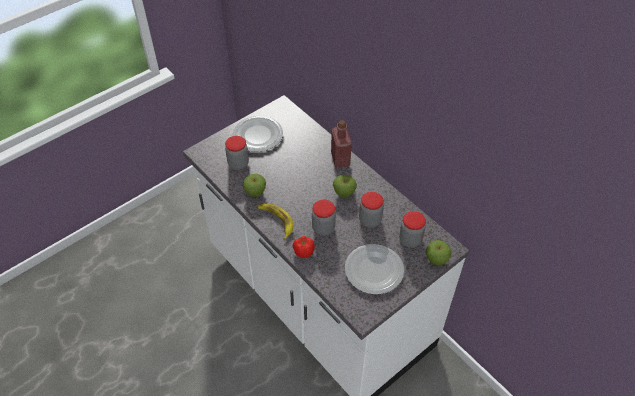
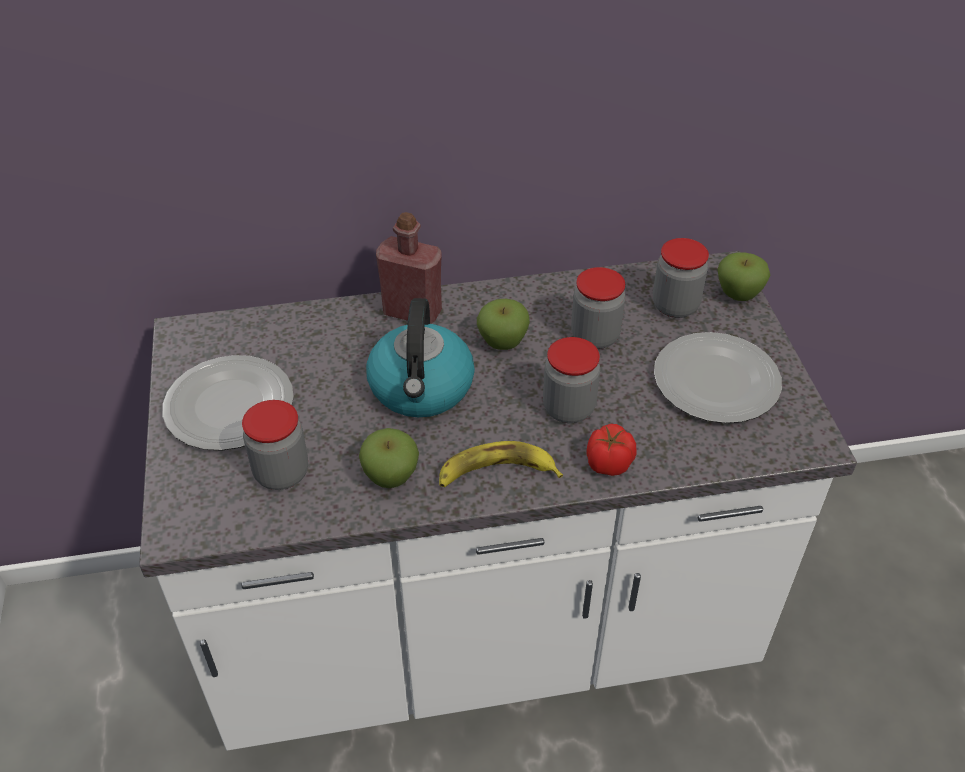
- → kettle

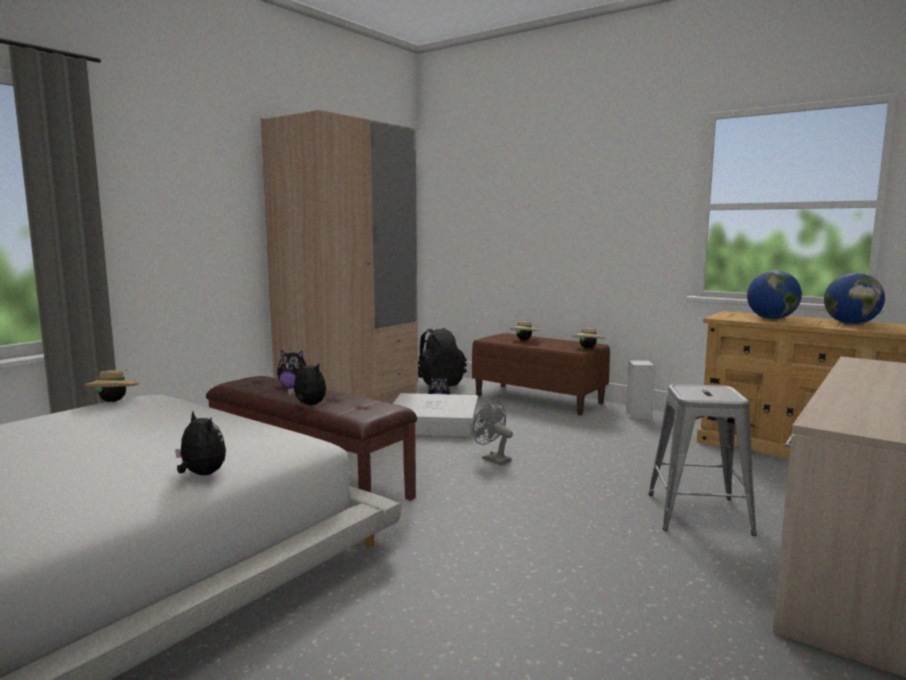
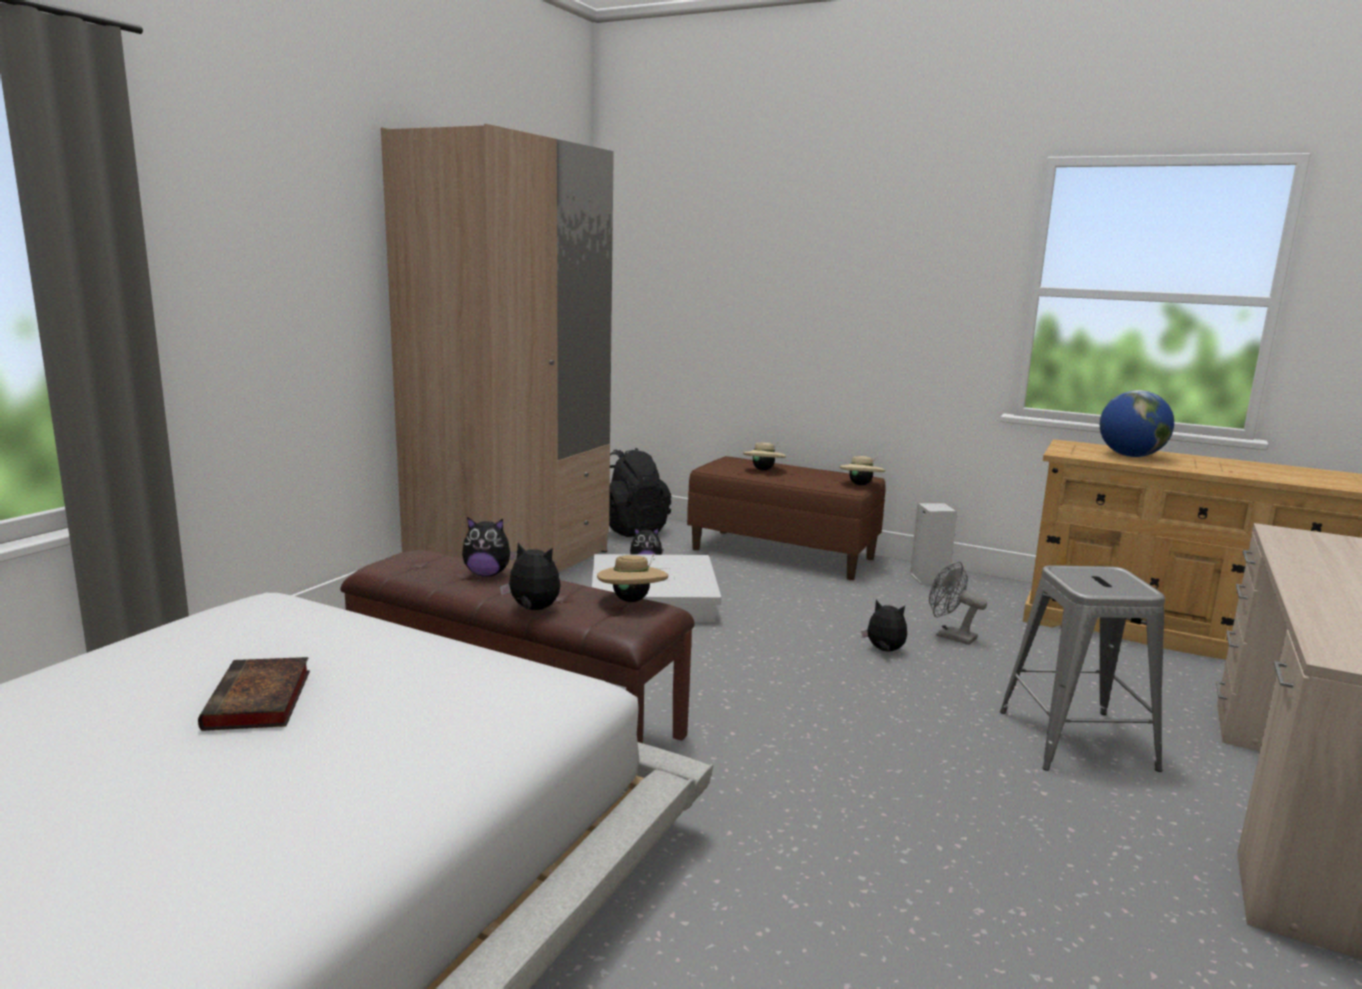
- → book
hat (beige) (no. 1 from left), relocated
plush toy (no. 1 from left in the first image) → plush toy (no. 4 from left), relocated
fan (grey), relocated
globe (no. 2 from left) → -

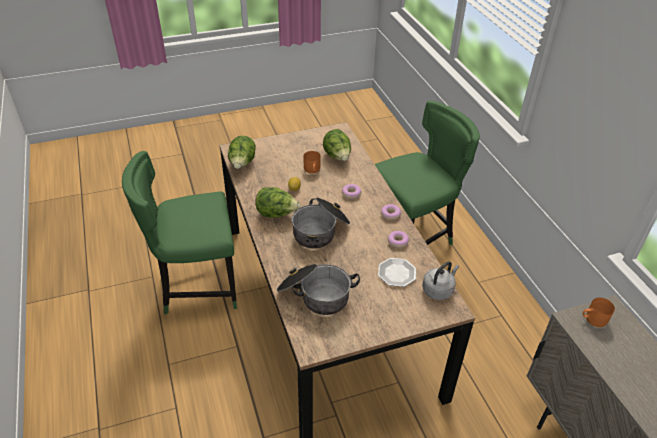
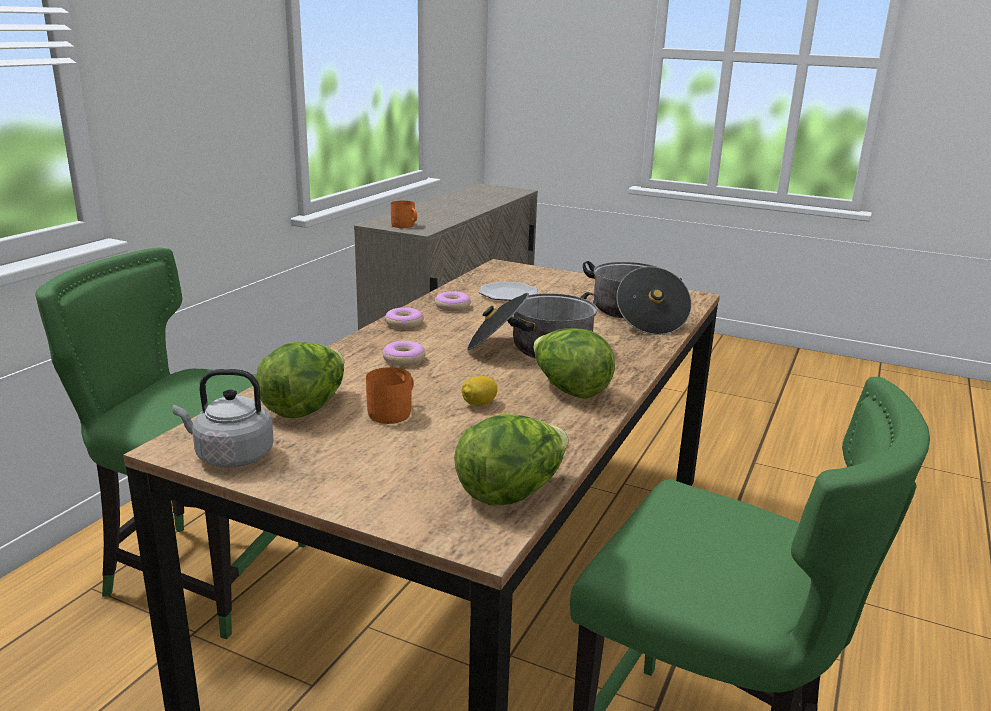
kettle (grey), relocated

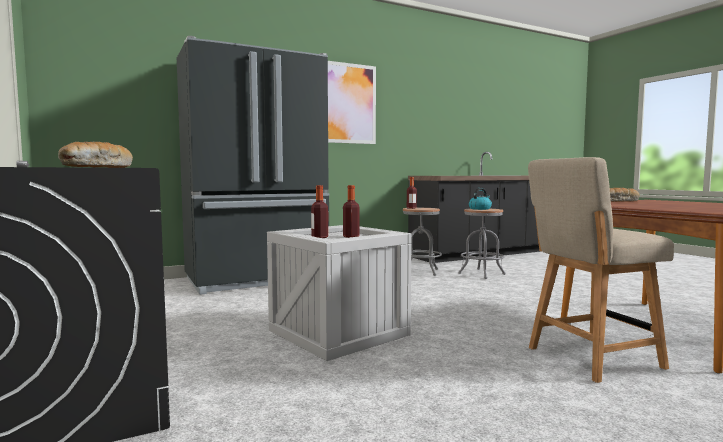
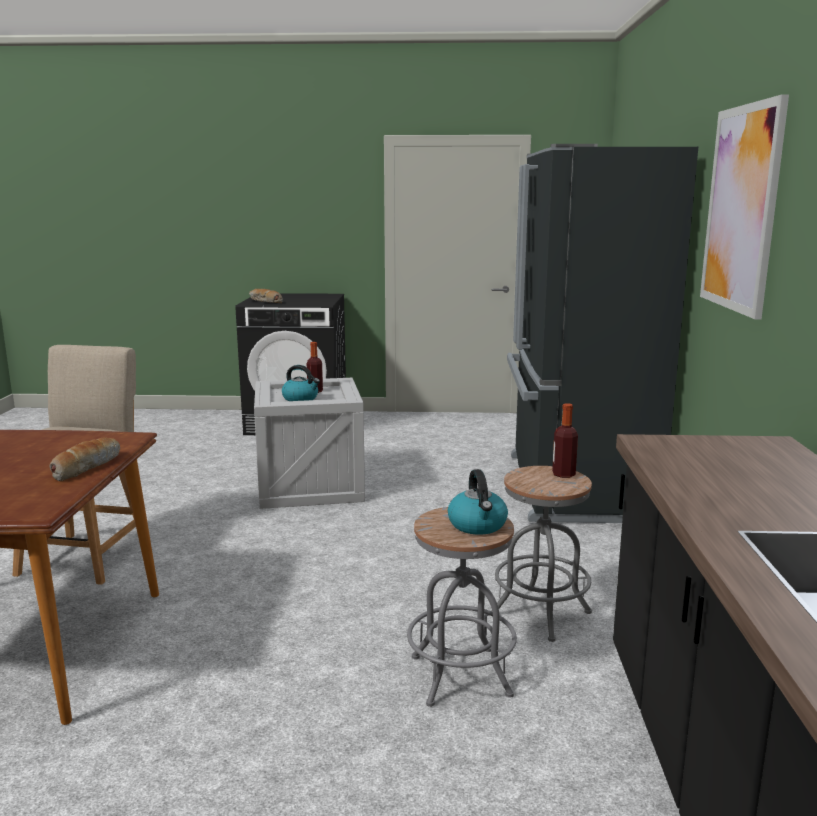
bottle (no. 2 from left) → kettle (no. 1 from left)

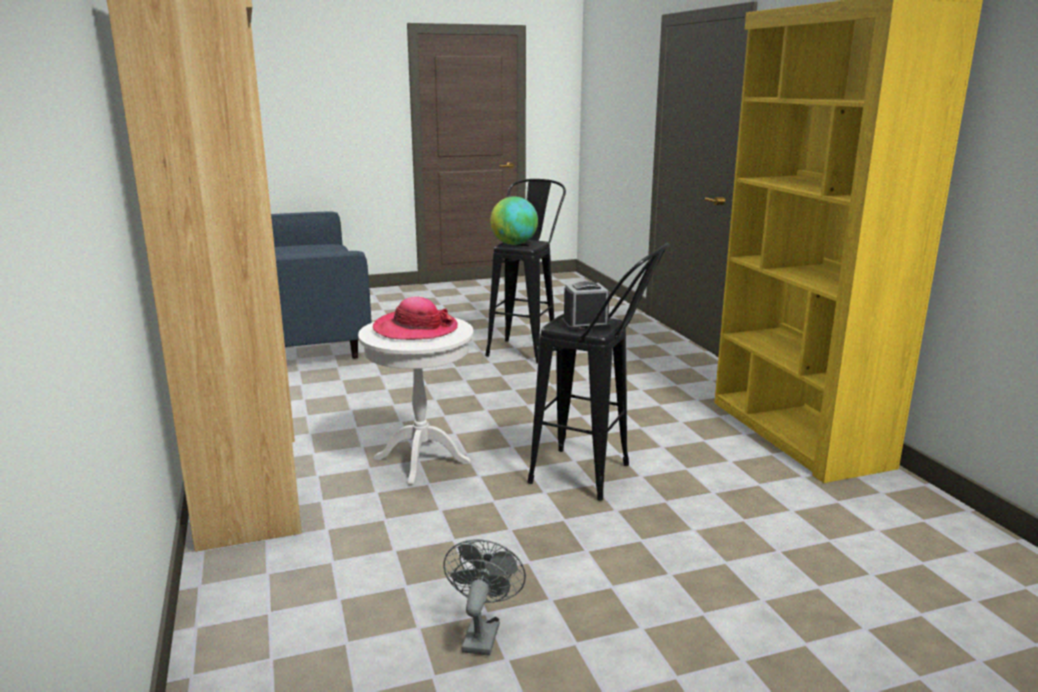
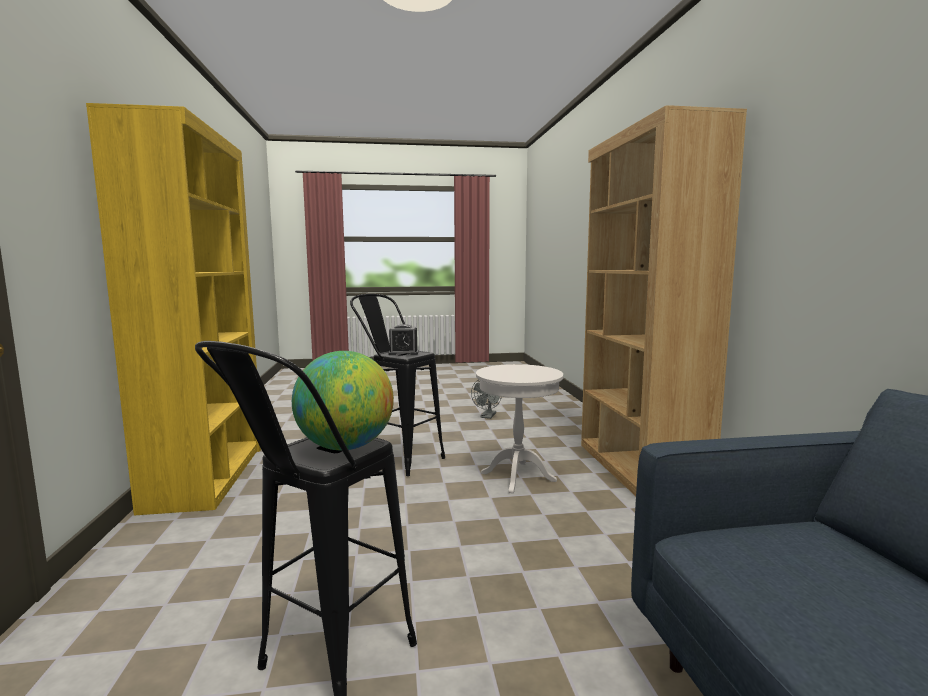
hat → -

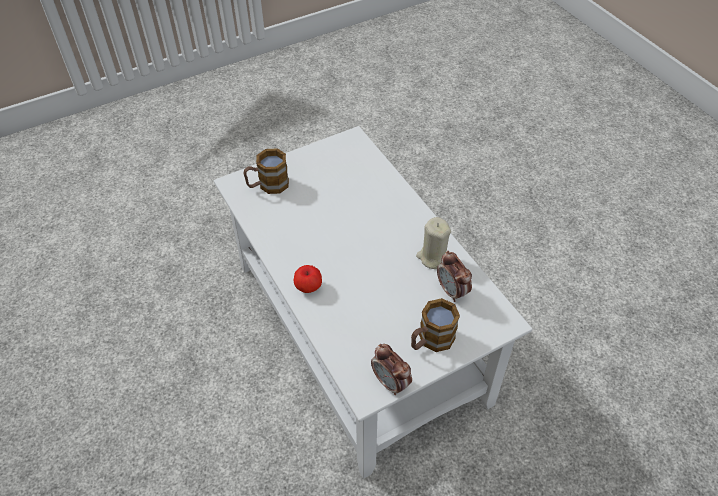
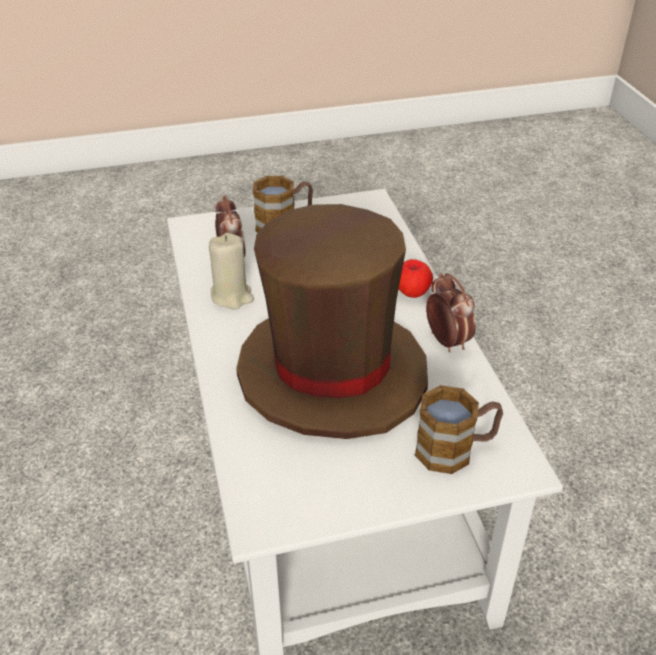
- → hat (brown)
alarm clock (no. 1 from left in the first image) → alarm clock (no. 2 from left), relocated

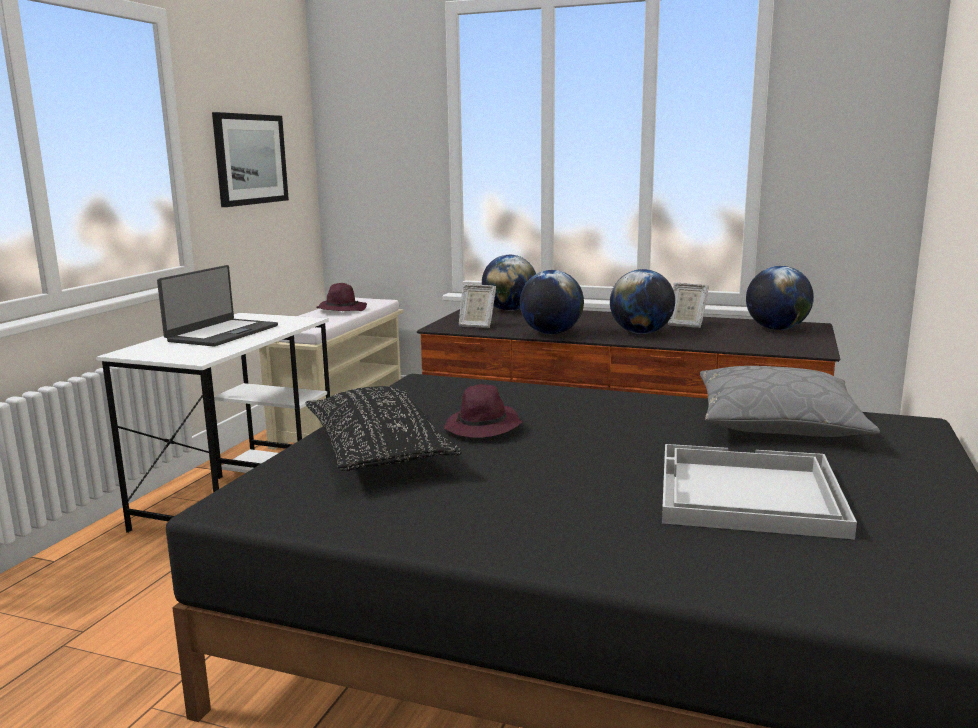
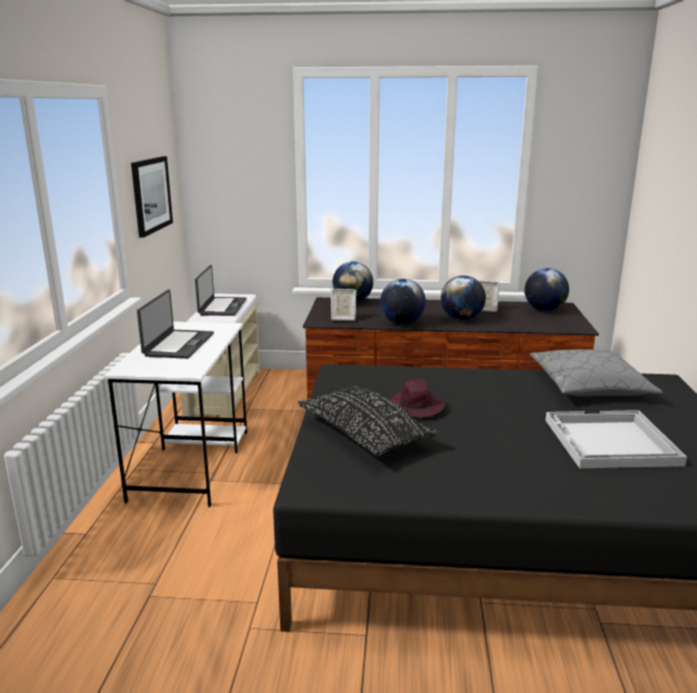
hat (purple) (no. 1 from left) → laptop (no. 2 from left)

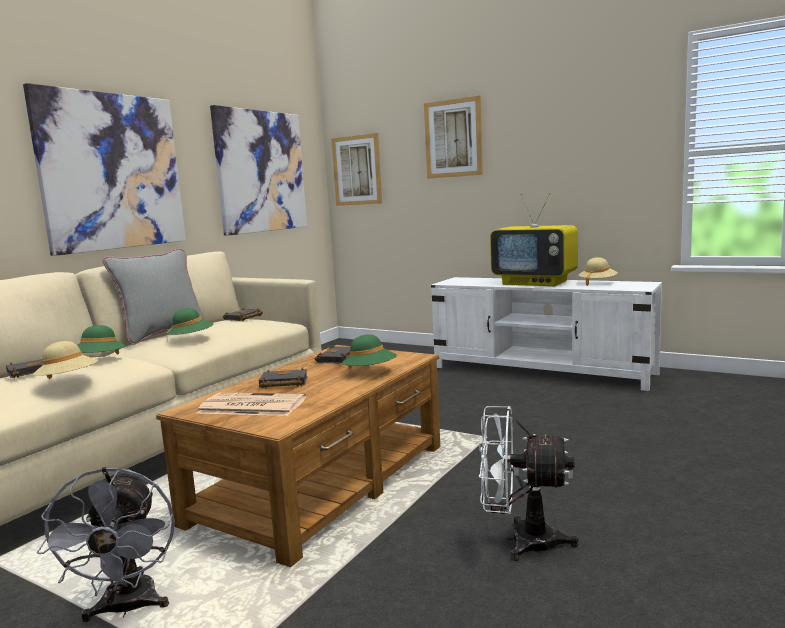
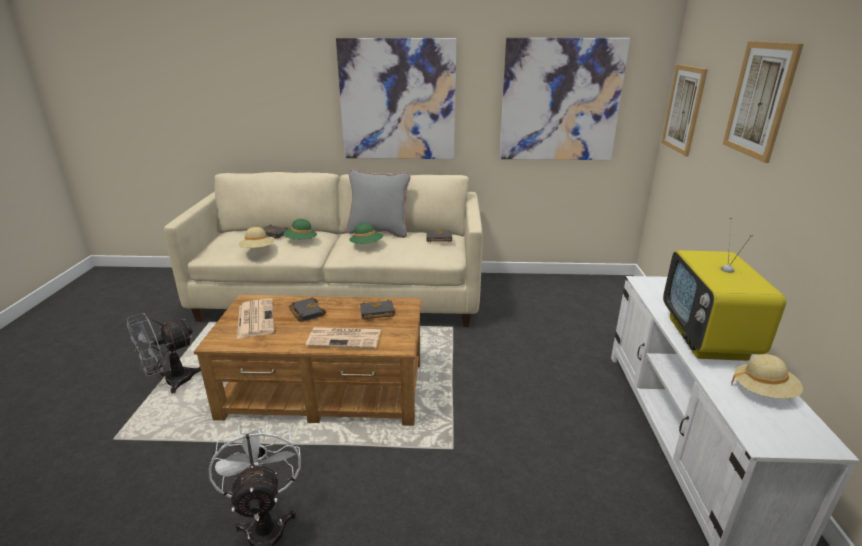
hat (green) (no. 3 from left) → newspaper (no. 2 from left)

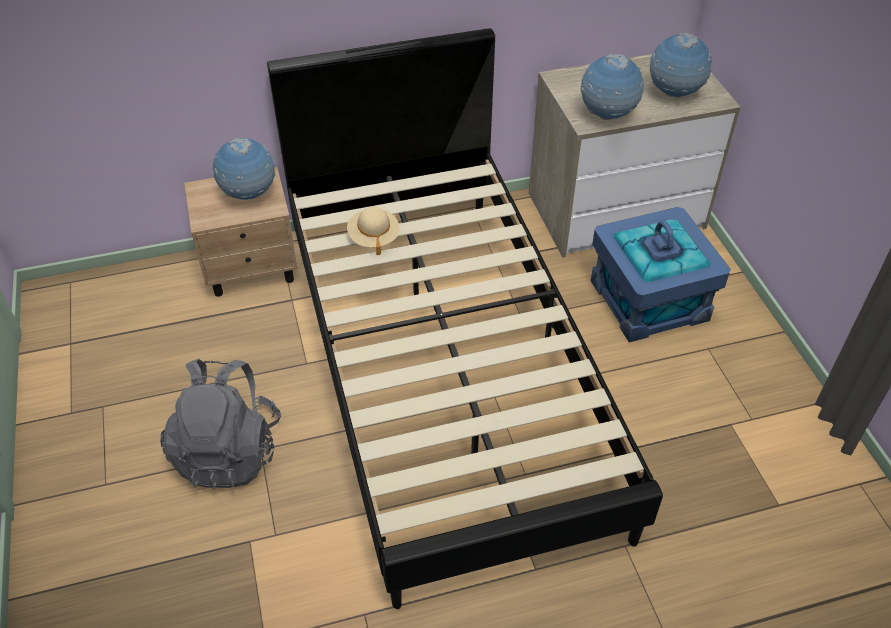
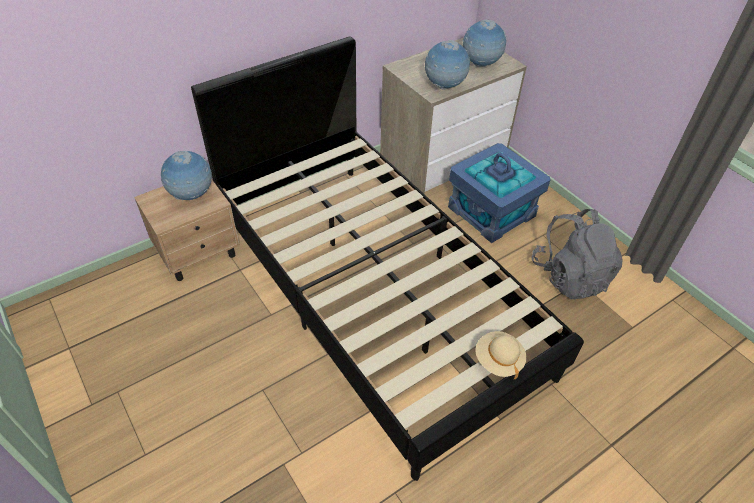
hat (beige), relocated
backpack (grey), relocated

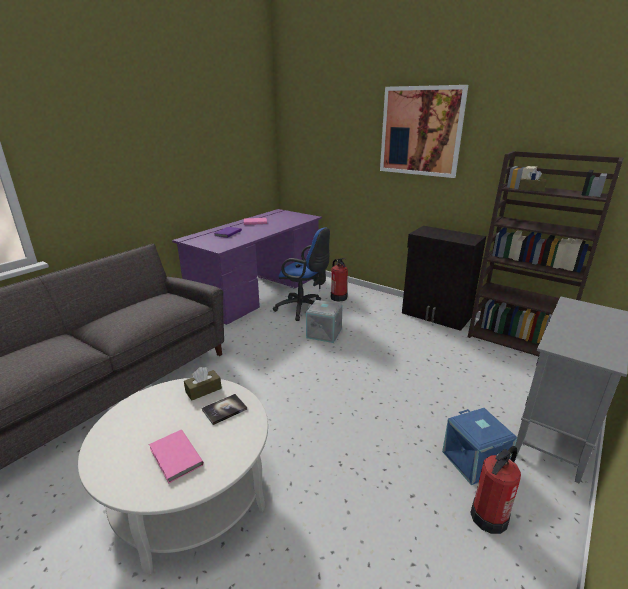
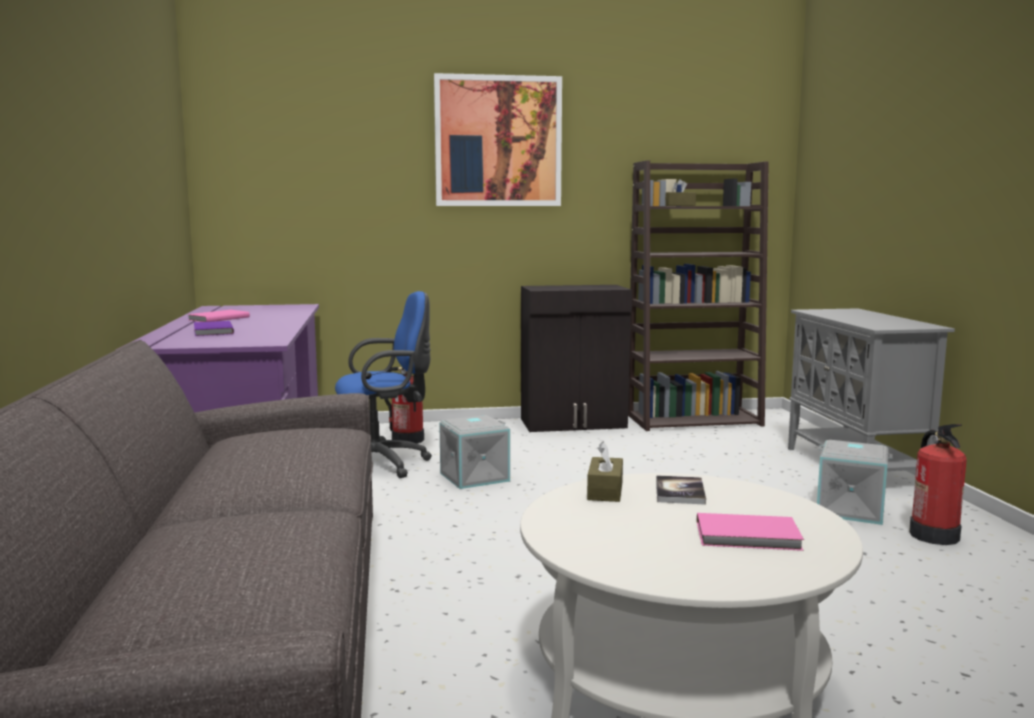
storage box (blue) → storage box (grey) (no. 2 from left)

